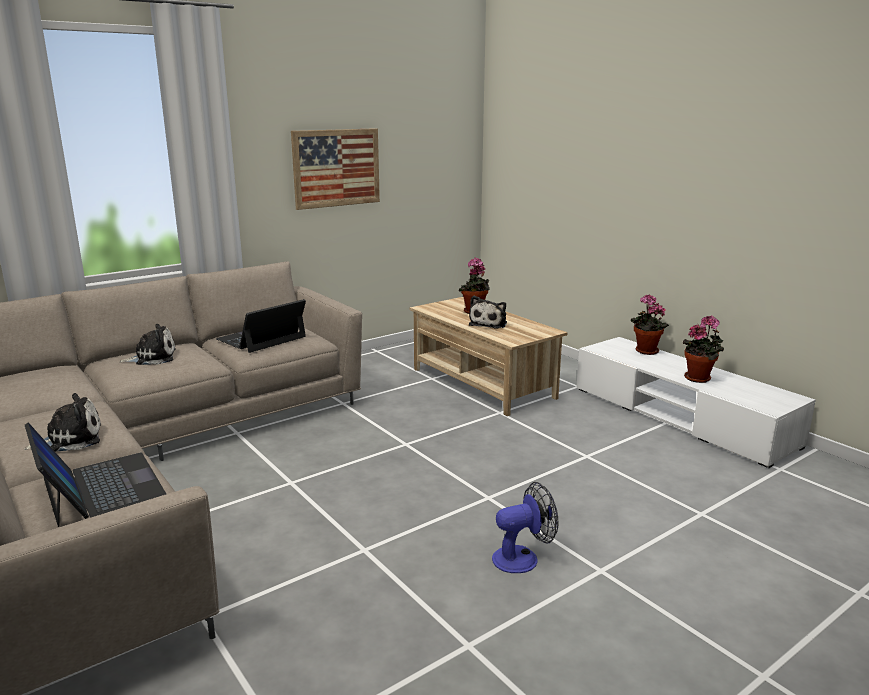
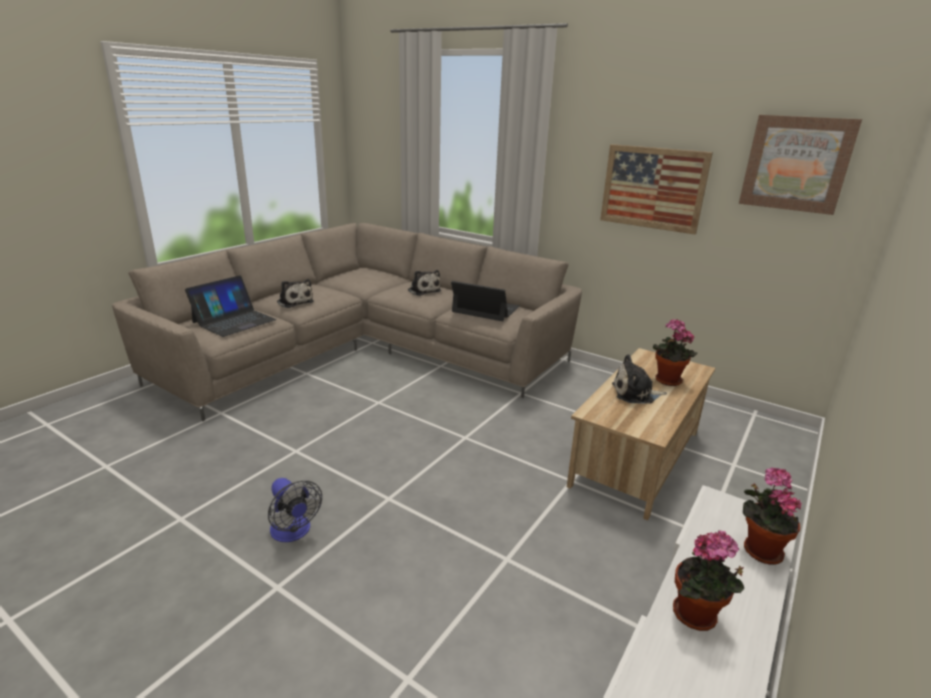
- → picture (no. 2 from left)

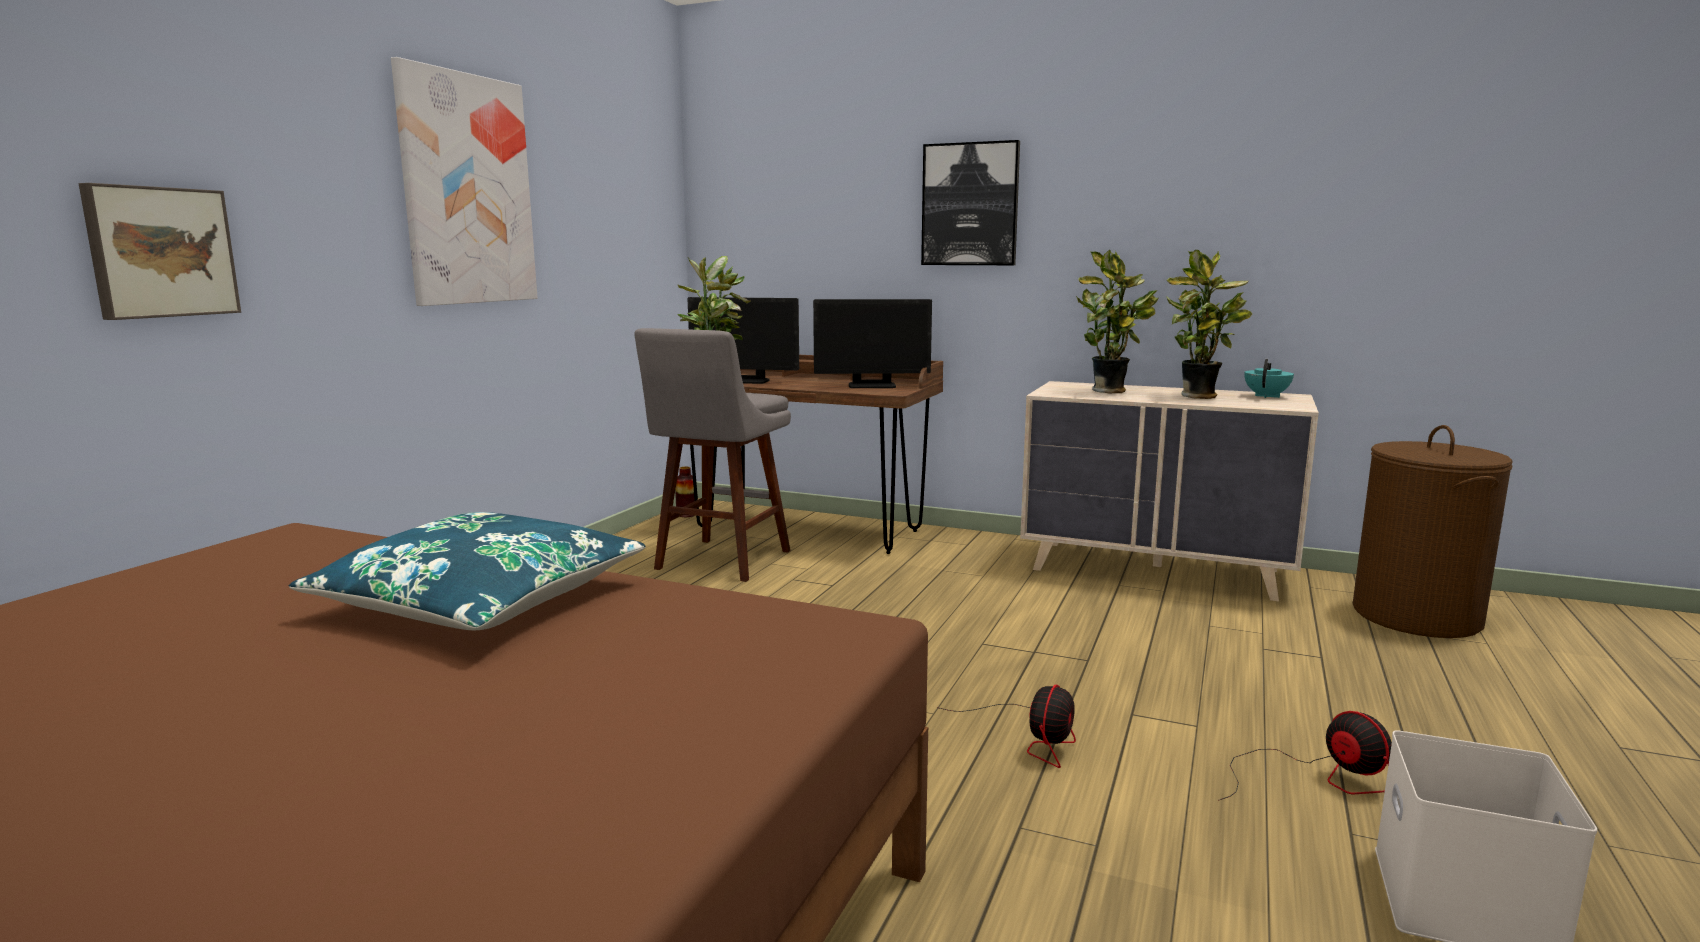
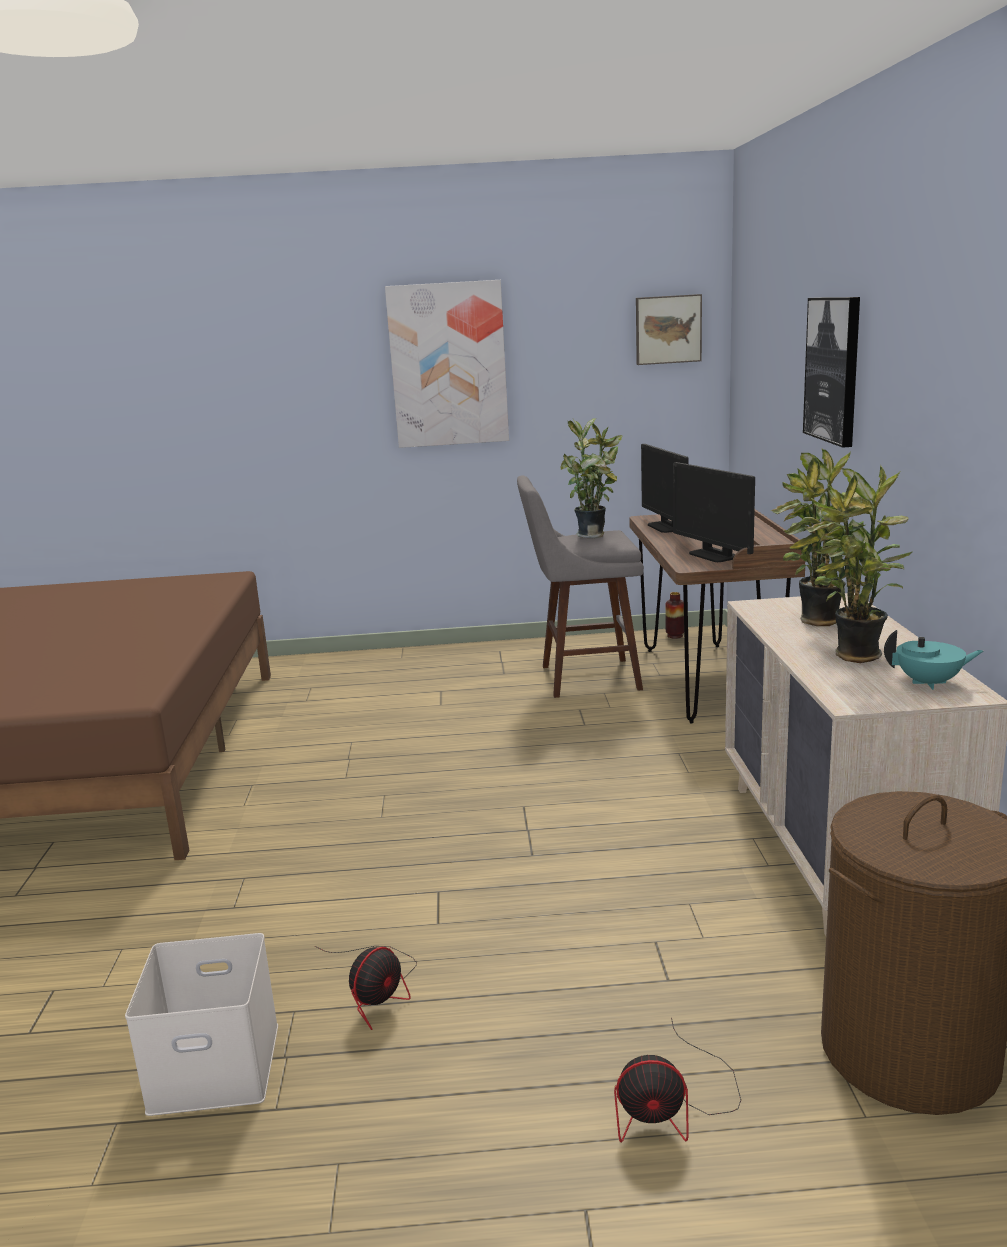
fan (no. 1 from left in the first image) → fan (no. 2 from left), relocated
picture (no. 1 from left in the first image) → picture (no. 2 from left), relocated
pillow (blue) → -

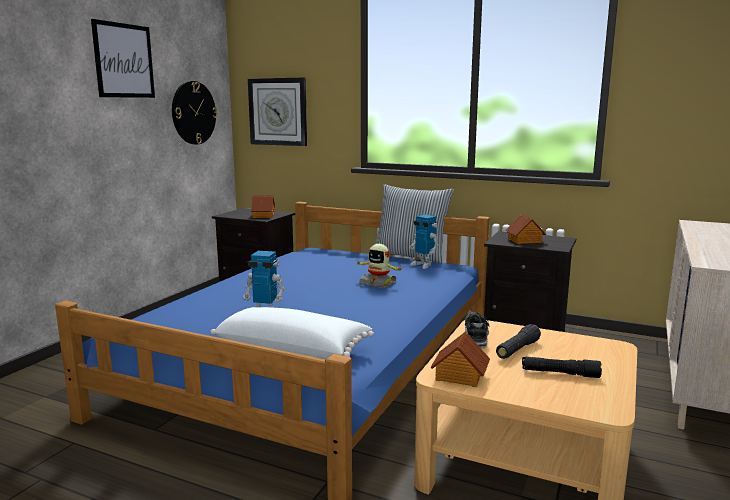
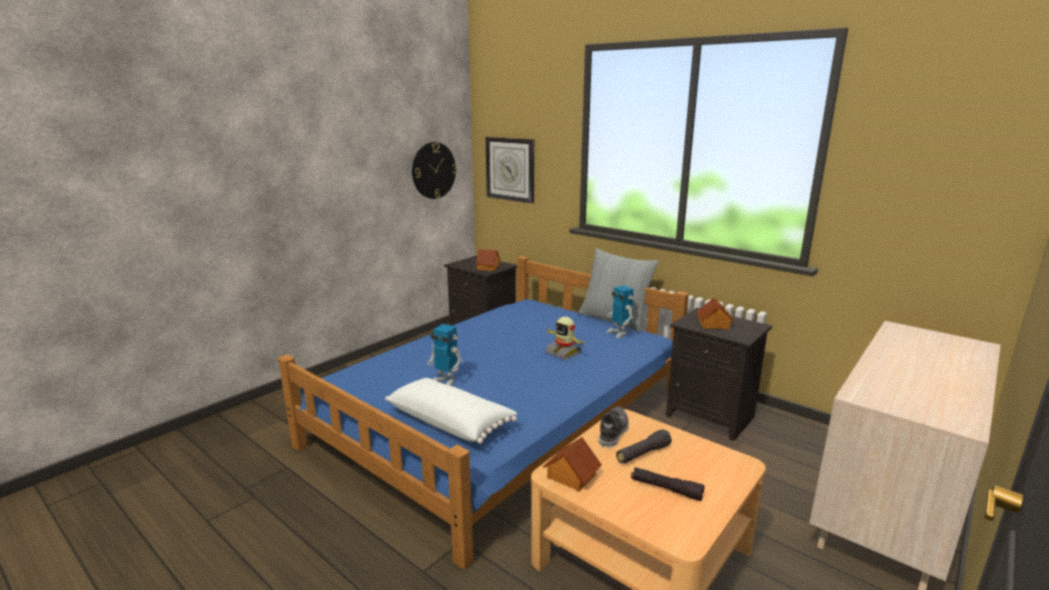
picture → -

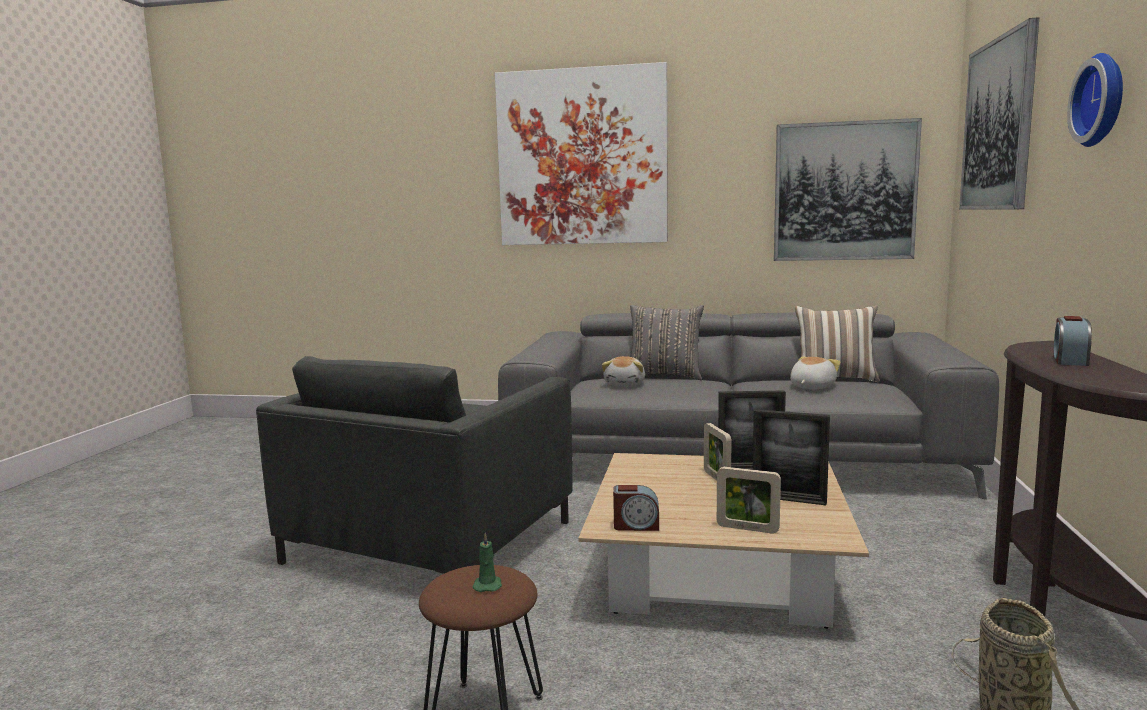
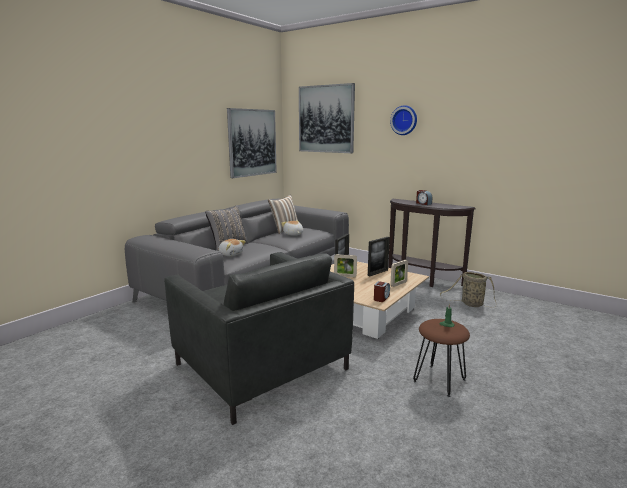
picture (no. 1 from left) → -

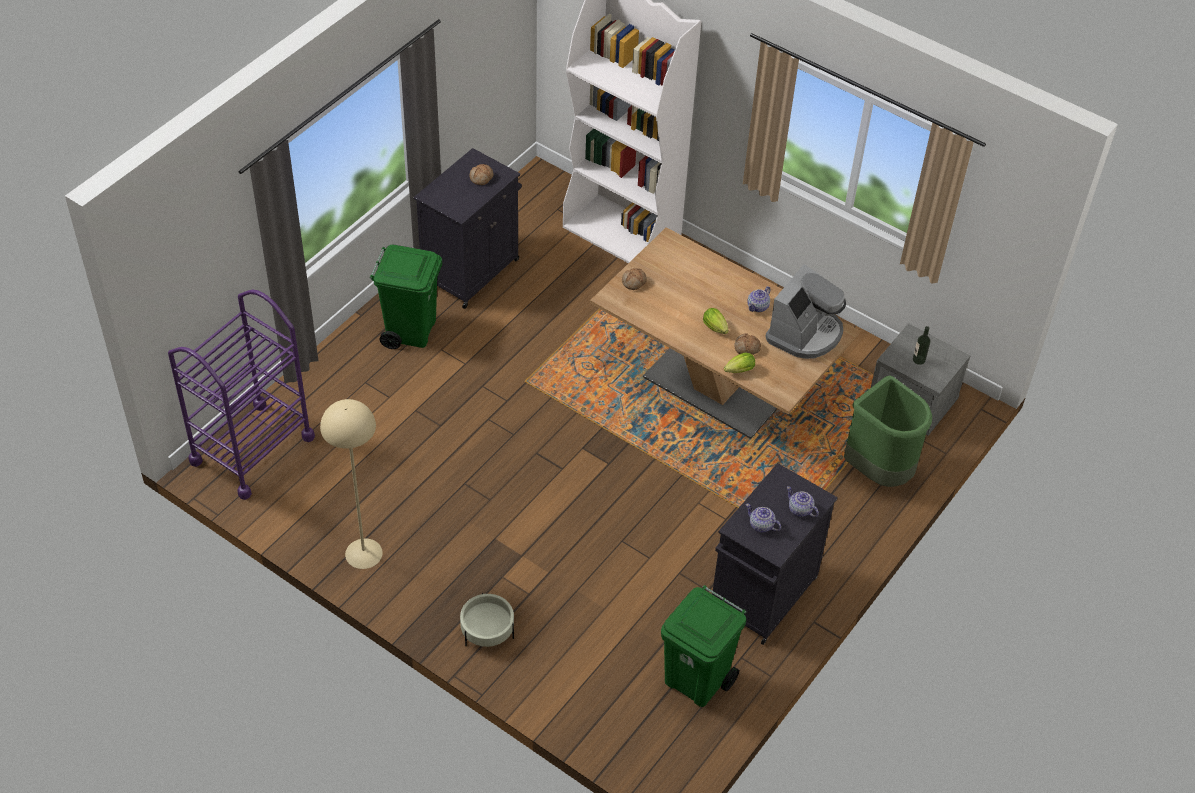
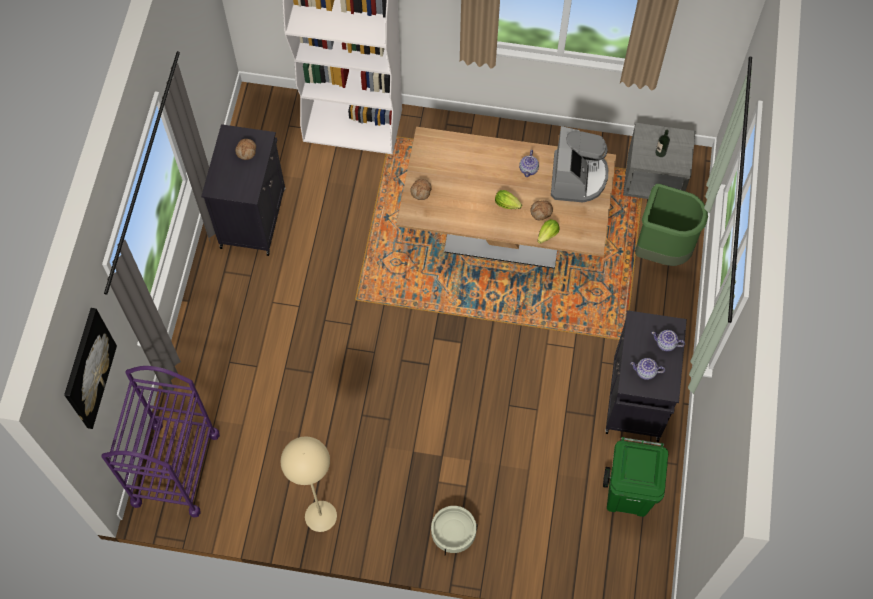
- → picture
trash can (green) (no. 1 from left) → -

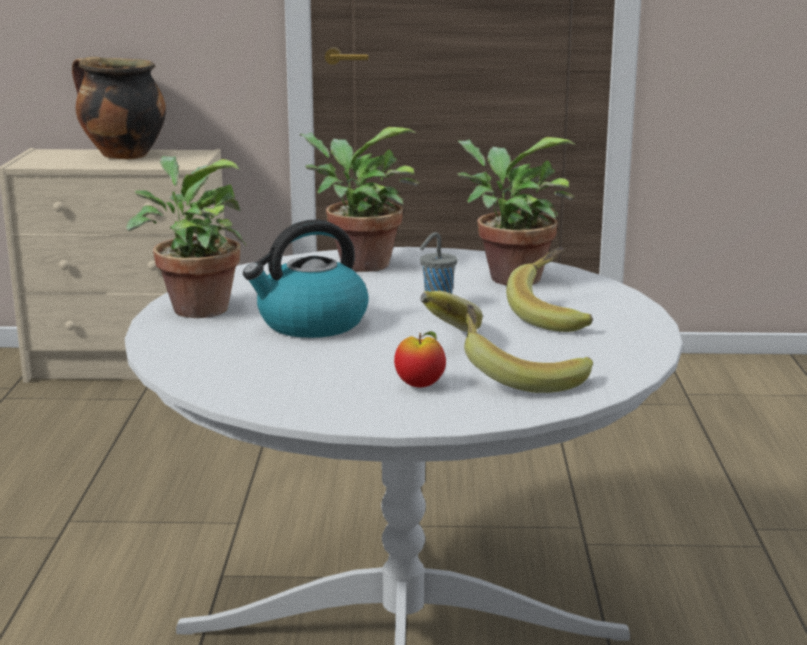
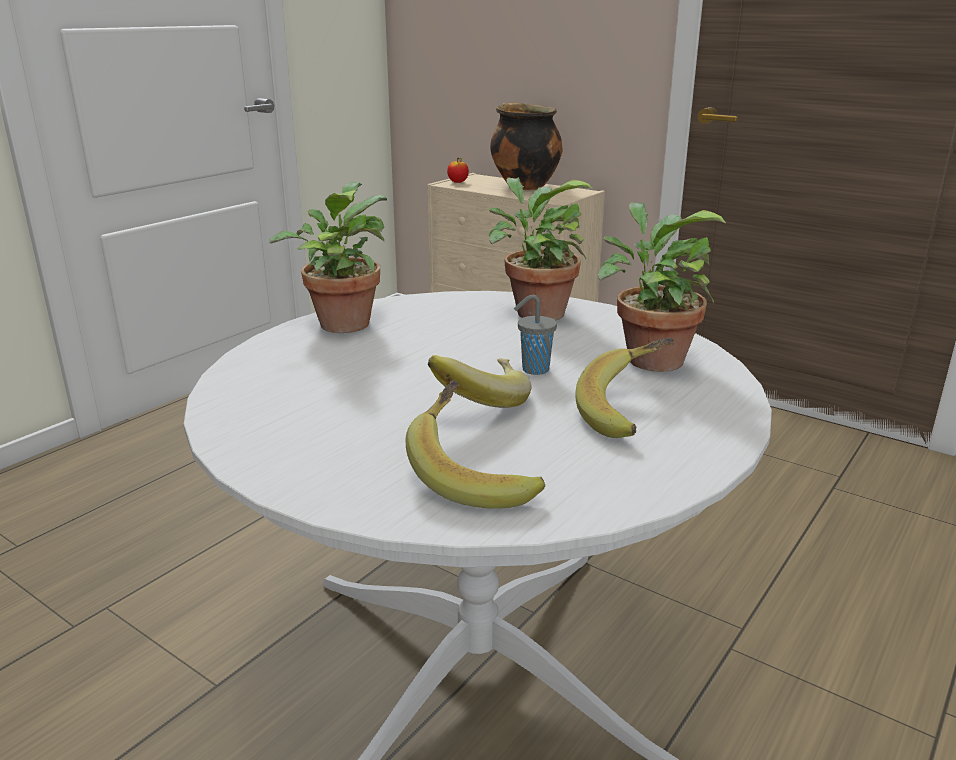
apple, relocated
kettle → -

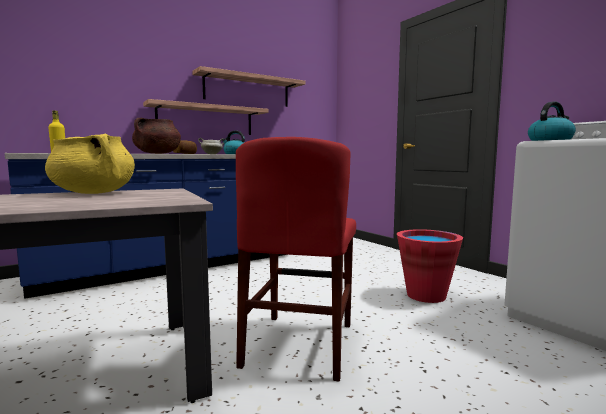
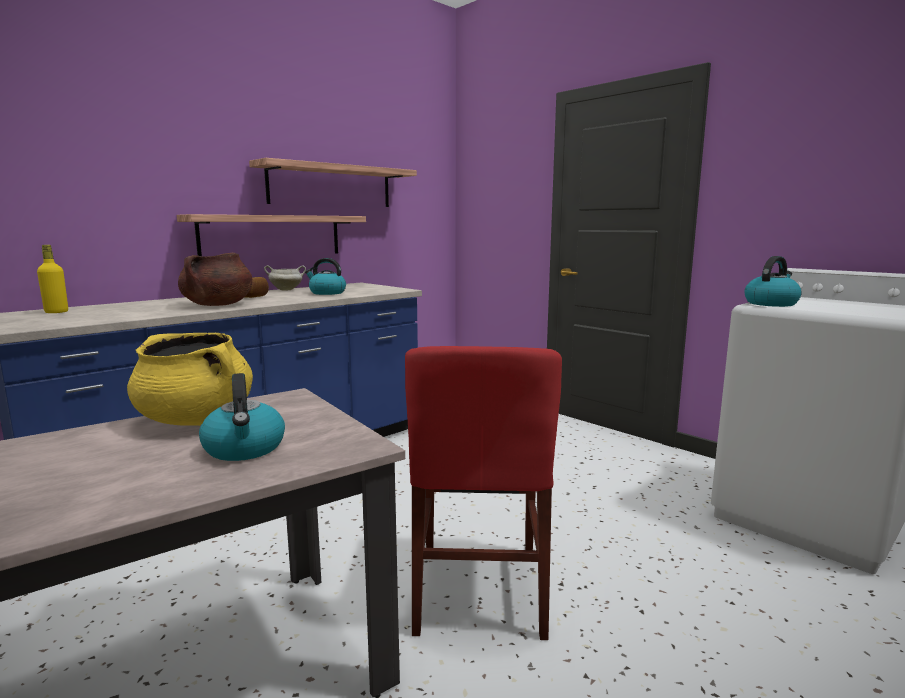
- → kettle (no. 1 from left)
bucket (red) → -

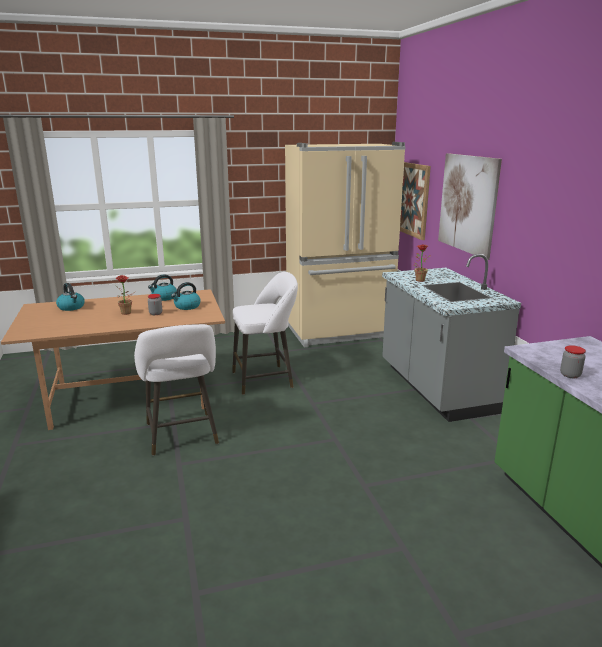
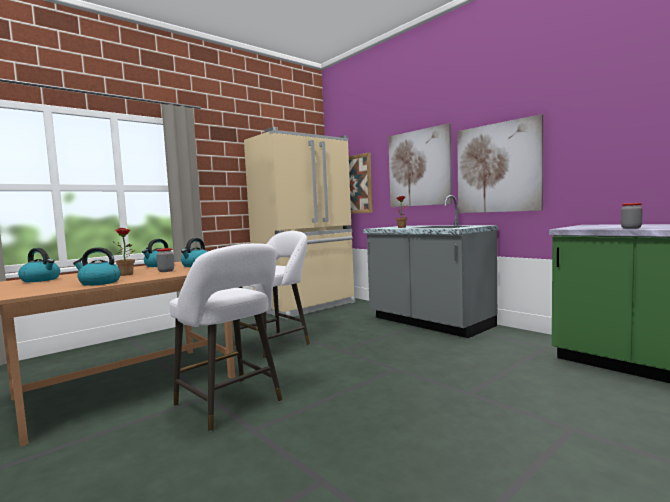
- → kettle (no. 2 from left)
- → picture (no. 3 from left)

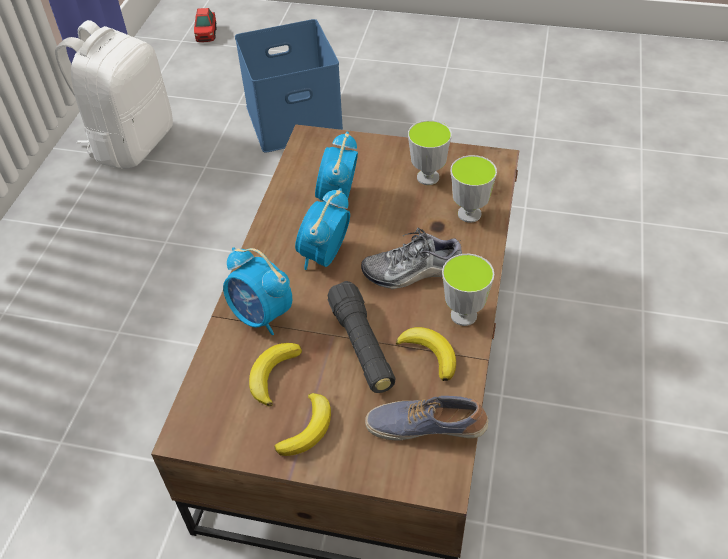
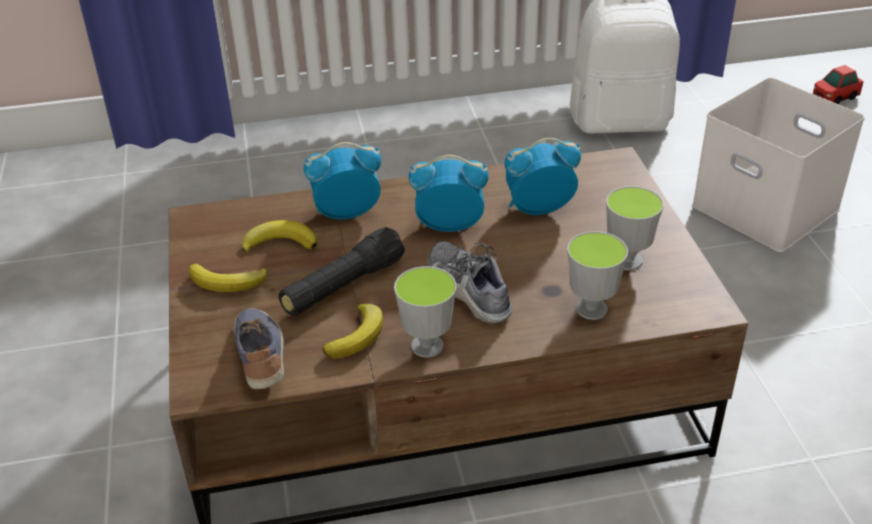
alarm clock (no. 1 from left), 60 degrees clockwise
storage box (blue) → storage box (white)

